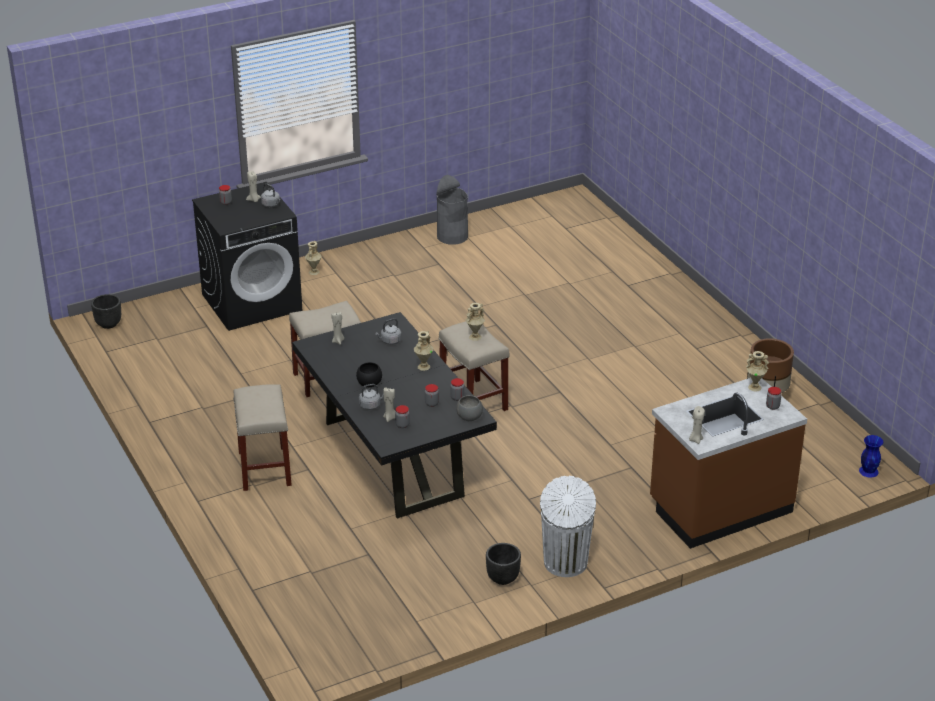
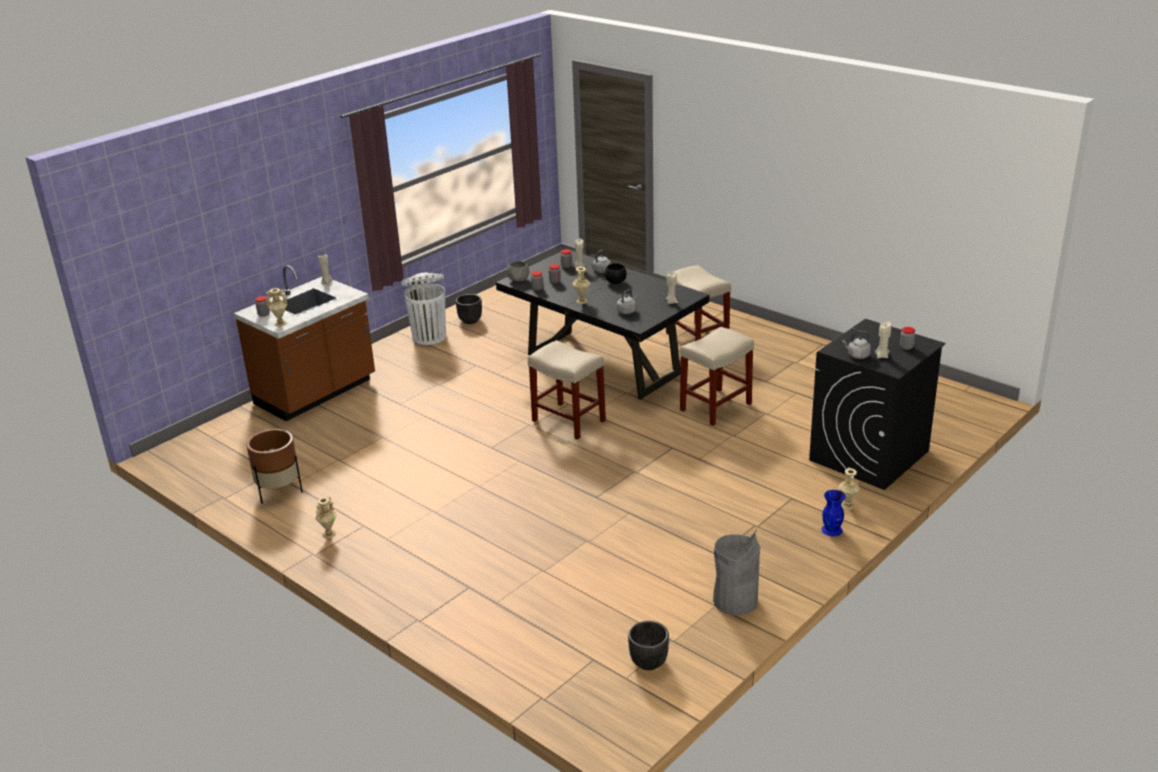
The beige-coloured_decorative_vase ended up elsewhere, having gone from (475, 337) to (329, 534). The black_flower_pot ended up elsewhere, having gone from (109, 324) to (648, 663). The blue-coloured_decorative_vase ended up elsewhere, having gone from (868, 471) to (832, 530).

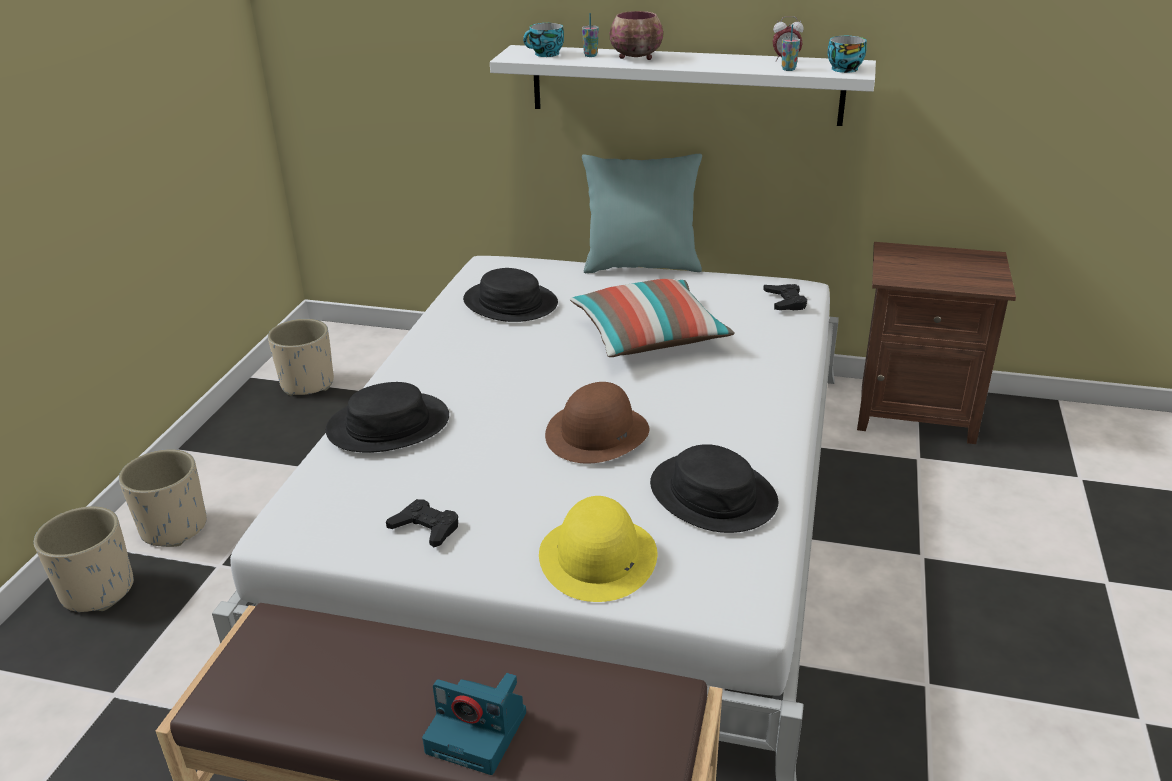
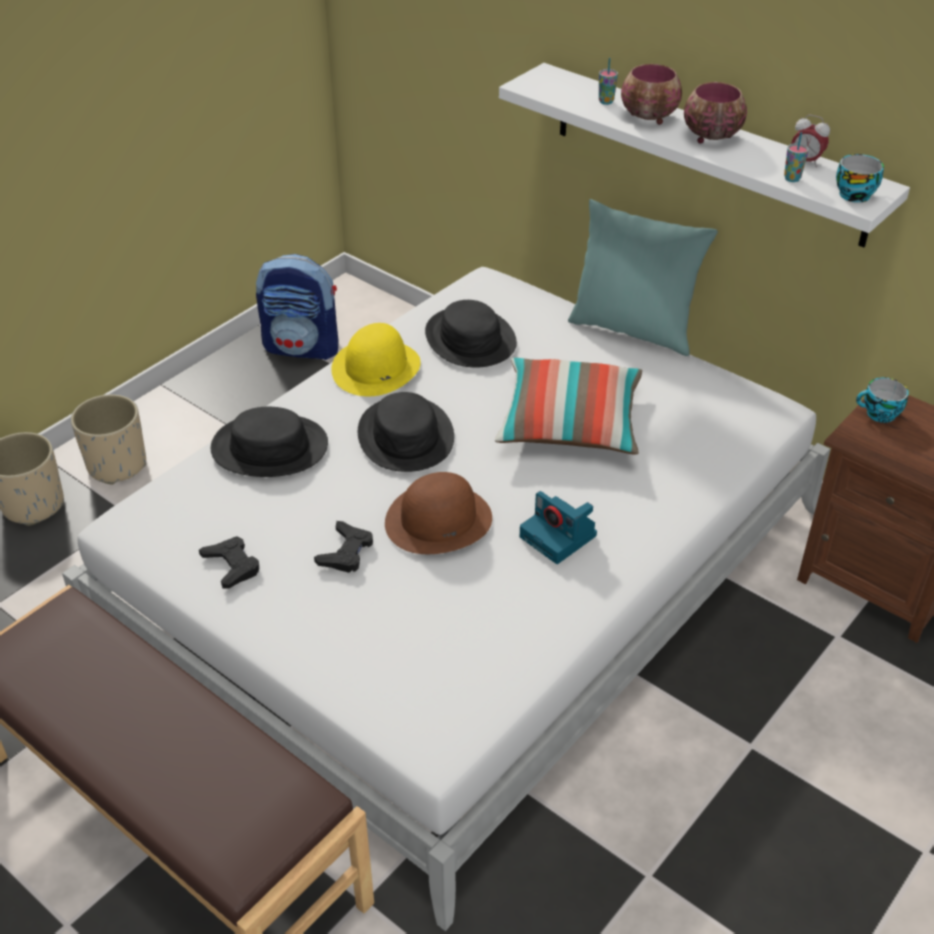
Where the beige-coloured_flower_pot stood at (308, 383), the rucksack came to stand at (303, 347). The black_joypad ended up elsewhere, having gone from (785, 301) to (346, 552). The yellow_wearable_hat ended up elsewhere, having gone from (598, 557) to (376, 368). The black_wearable_hat ended up elsewhere, having gone from (713, 494) to (406, 436). The still_camera ended up elsewhere, having gone from (479, 732) to (559, 537). The second view gained the bowl at (710, 136). The cup ended up elsewhere, having gone from (545, 54) to (879, 414).

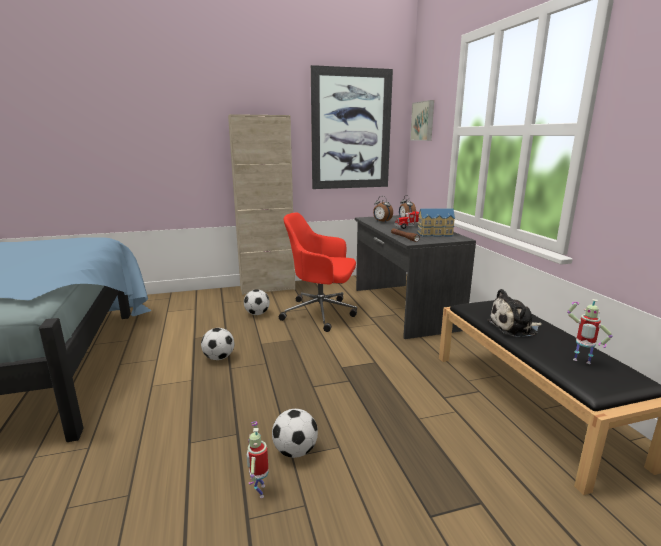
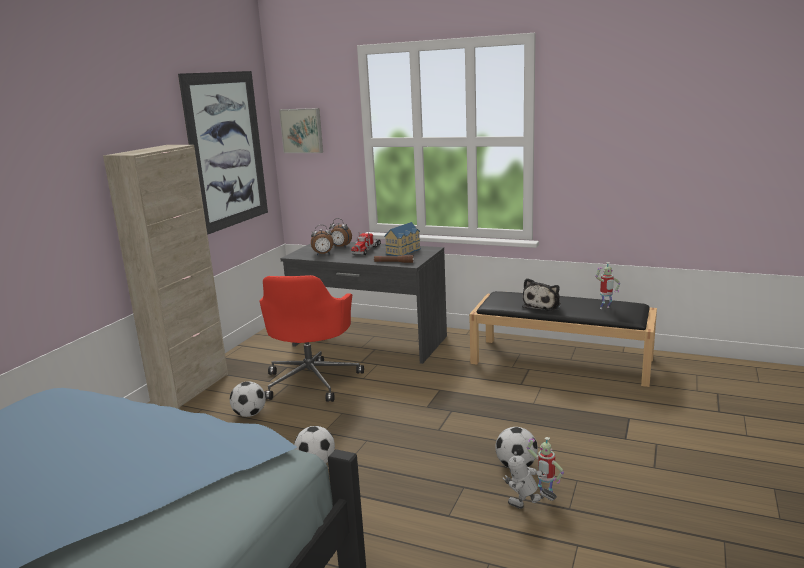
The red-coloured_desk_chair at (321, 313) ended up facing another way, 45 degrees counterclockwise from before. The second view gained the model_robot at (527, 510).

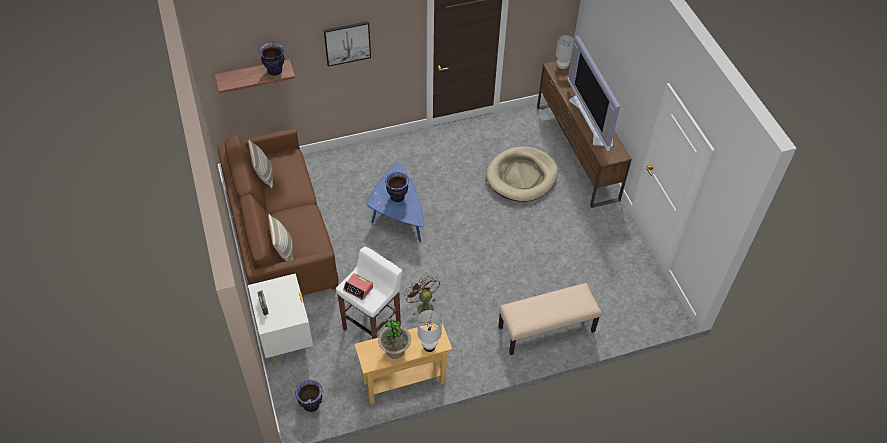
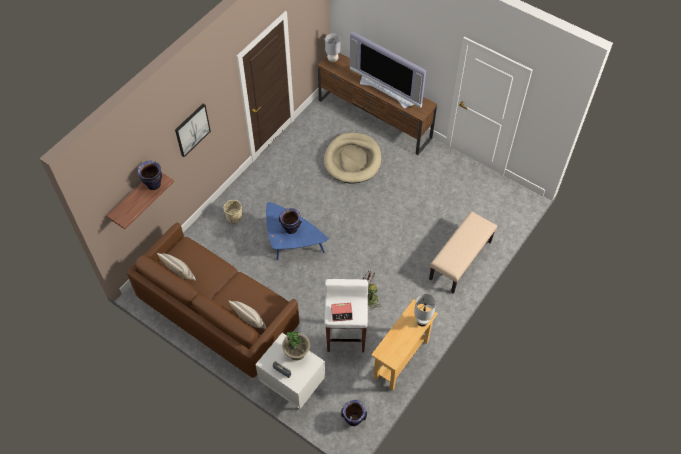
The second view gained the beige-coloured_flower_pot at (234, 217). The houseplant ended up elsewhere, having gone from (395, 350) to (296, 353).

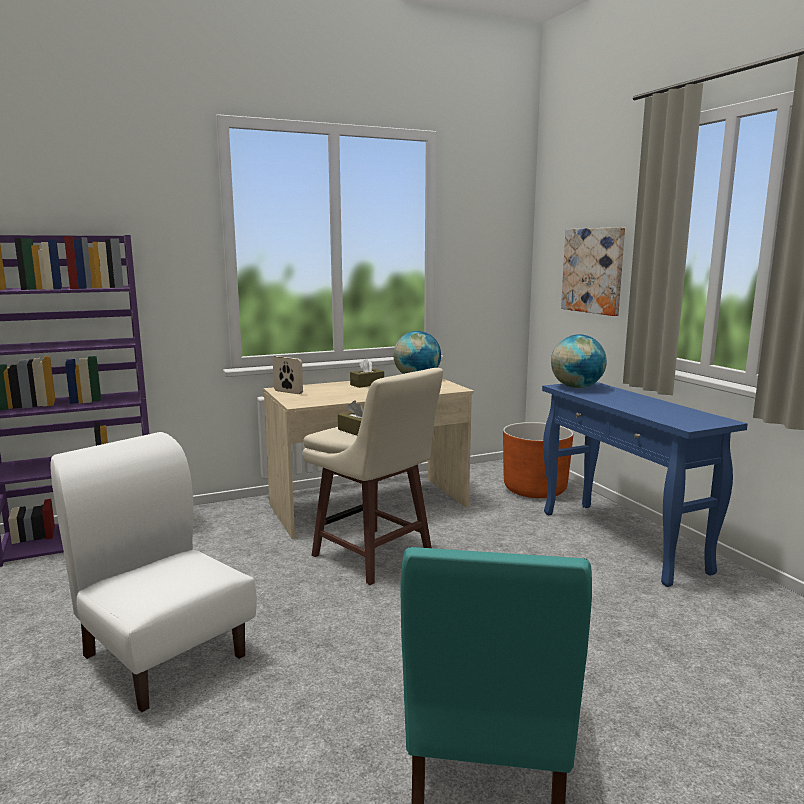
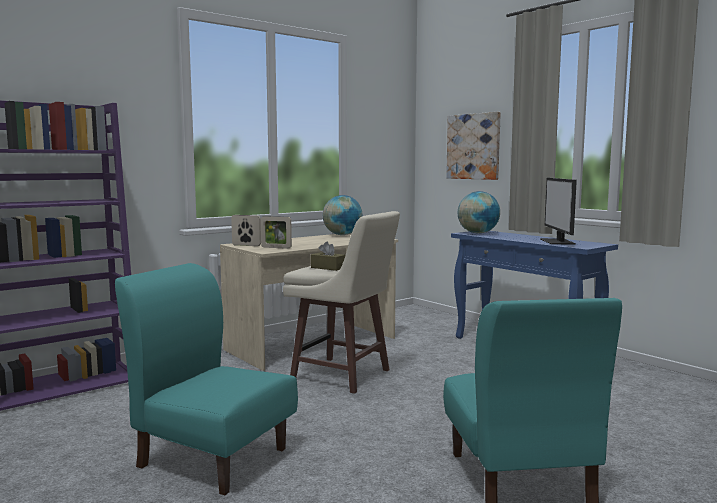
What was the white_upright_chair at (164, 654) turned into the turquoise-coloured_upright_chair at (212, 456). The second view gained the standing_frame at (276, 247). The second view gained the monitor at (558, 241). The second view lost the brown-coloured_tissue_holder at (367, 384). The second view lost the orangey_flower_pot at (535, 489).

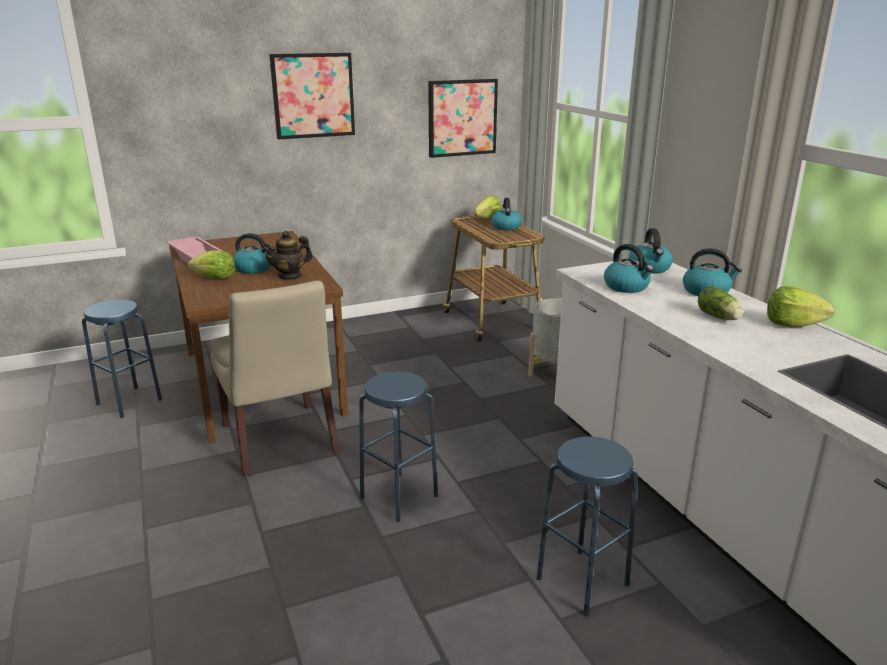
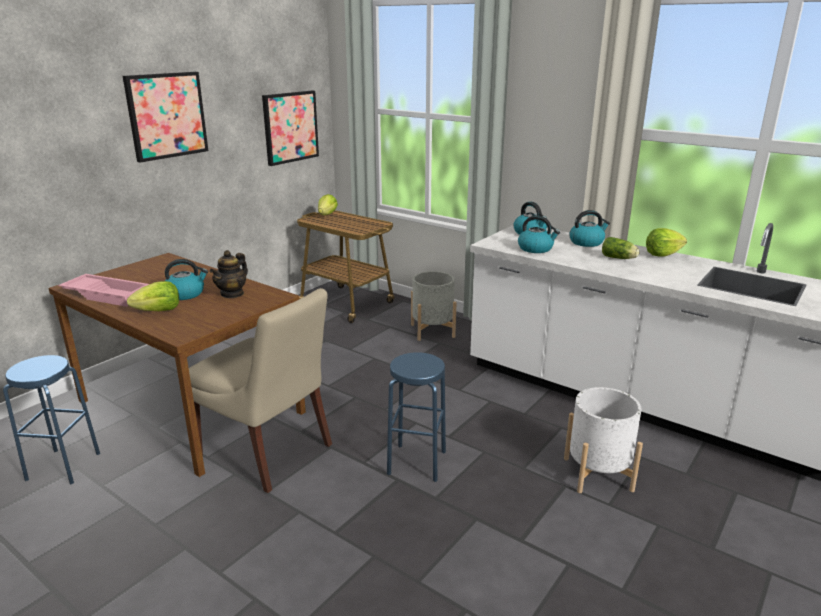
Where the blue-coloured_stool_seat stood at (582, 581), the white_flower_pot came to stand at (597, 474). The second view lost the water_kettle at (505, 227).

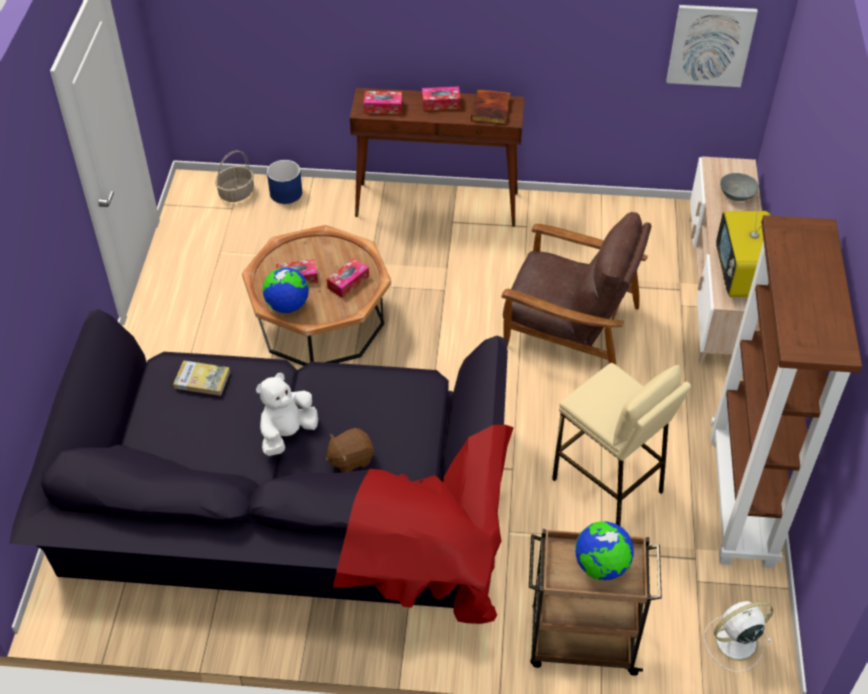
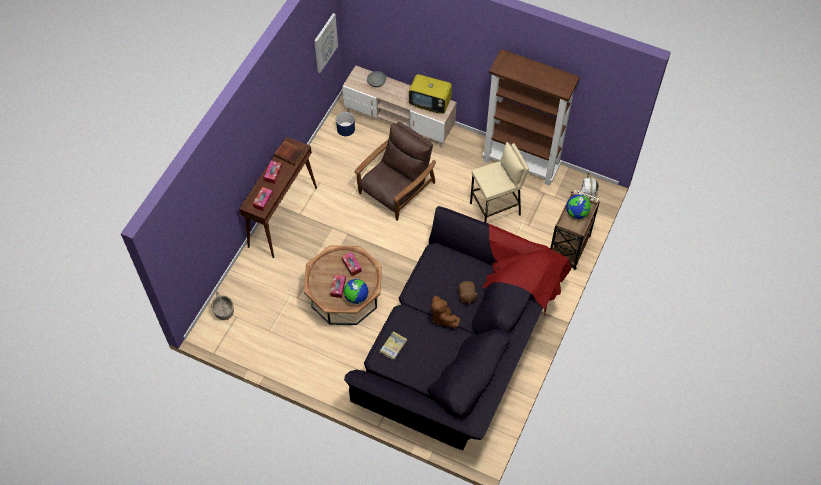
The blue-coloured_flower_pot ended up elsewhere, having gone from (286, 193) to (345, 129). What was the white_cuddly_toy at (287, 434) turned into the brown-coloured_cuddly_toy at (443, 317).

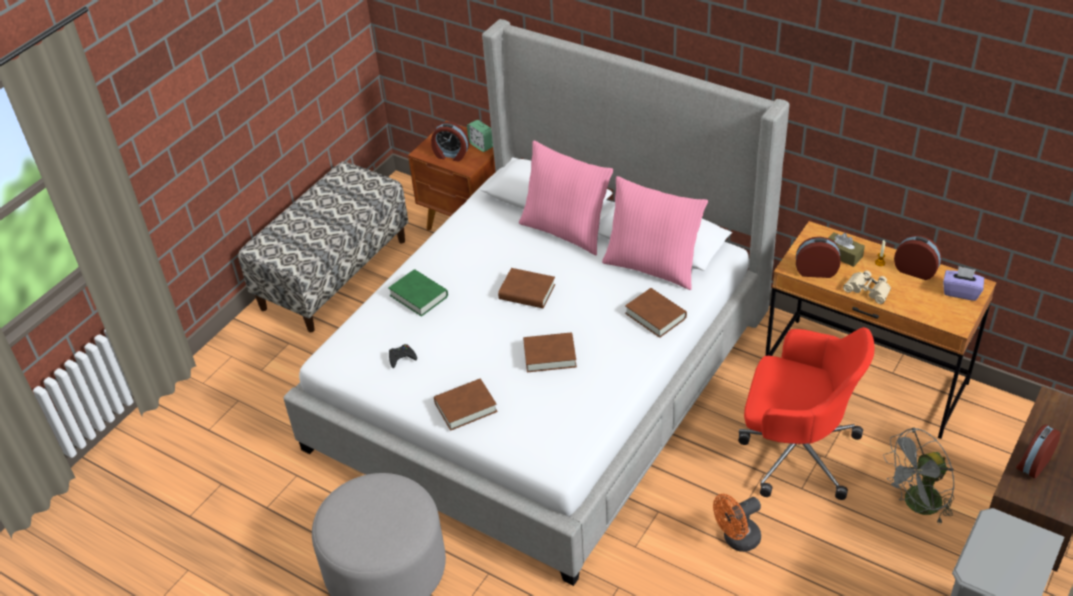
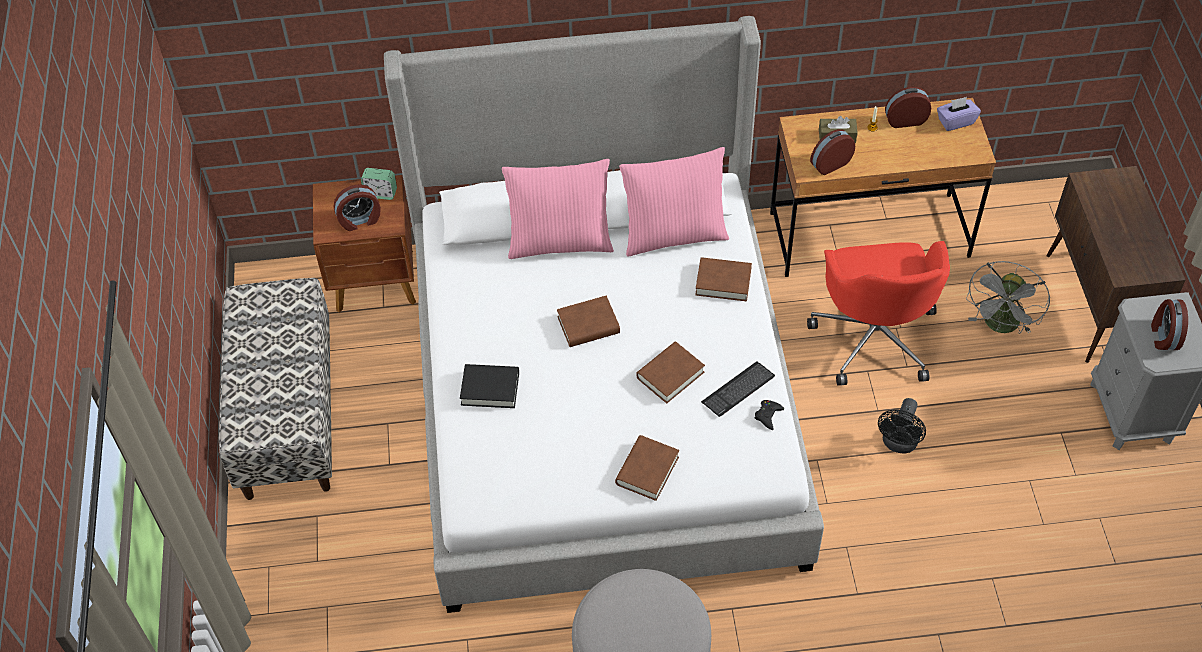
What was the greenish_bound_book at (419, 296) turned into the black_bound_book at (490, 389). The second view gained the PC_keyboard at (738, 390). The black_joypad ended up elsewhere, having gone from (401, 358) to (768, 415). The red-coloured_desk_chair at (795, 451) ended up facing another way, 105 degrees clockwise from before. What was the orangey_fan at (736, 540) turned into the black_fan at (898, 444). The bedside_clock ended up elsewhere, having gone from (1033, 463) to (1163, 336). The second view lost the beige-coloured_field_glasses at (867, 290).

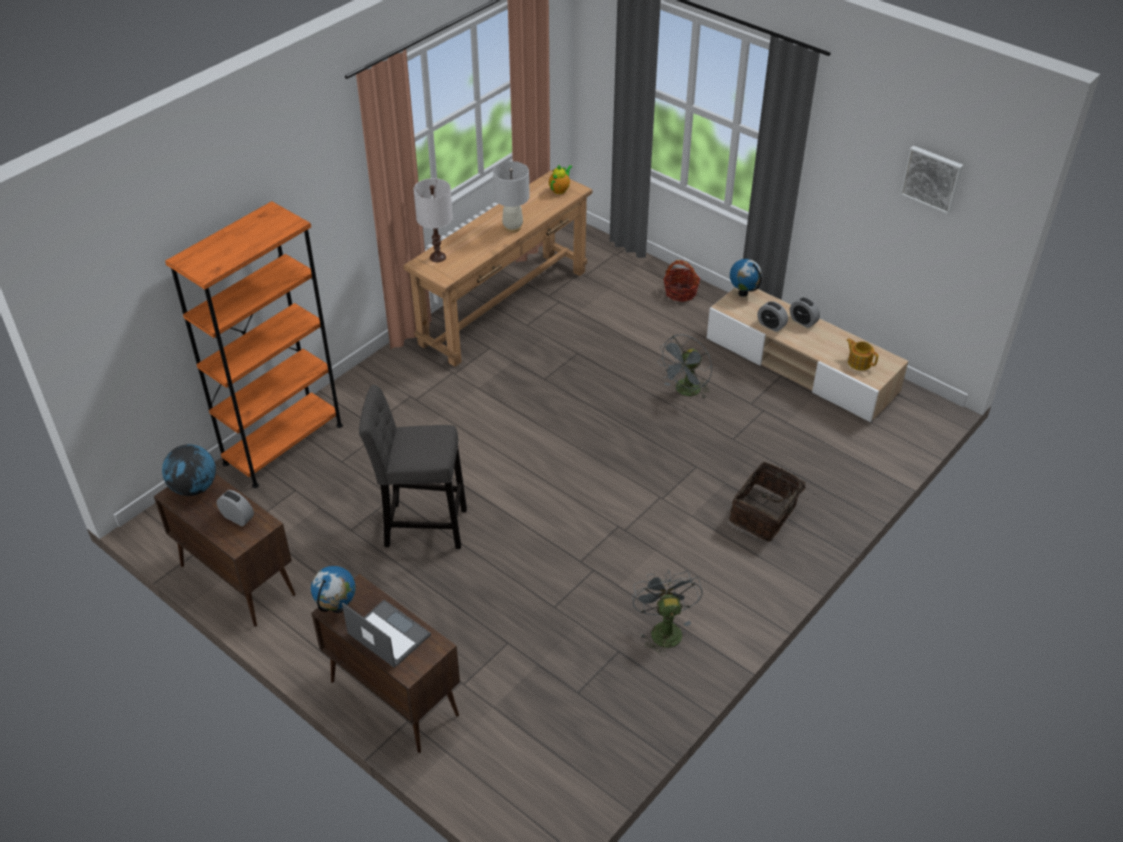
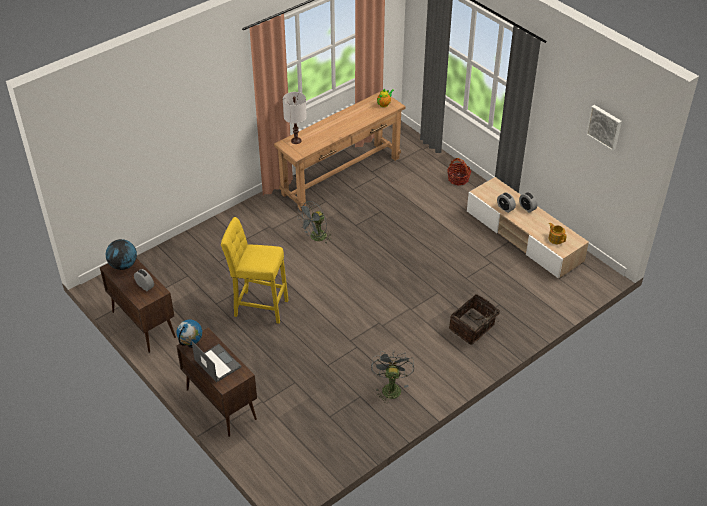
What was the greyish_stool_seat at (420, 526) turned into the yellow_stool_seat at (258, 307). The greyish_fan ended up elsewhere, having gone from (685, 391) to (315, 238). The second view lost the orangey_shelving_unit at (283, 444). The second view lost the white_tabletop_lamp at (512, 227). The second view lost the globe at (743, 293).

